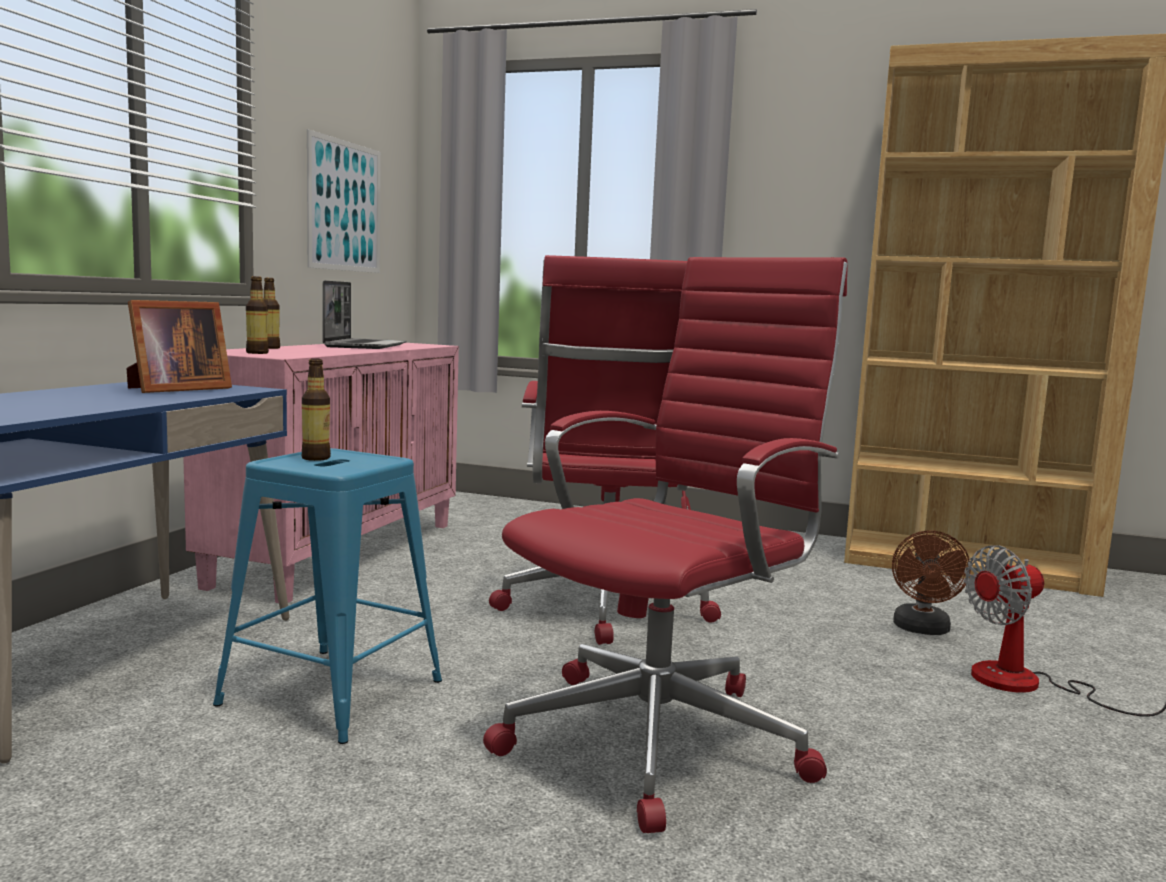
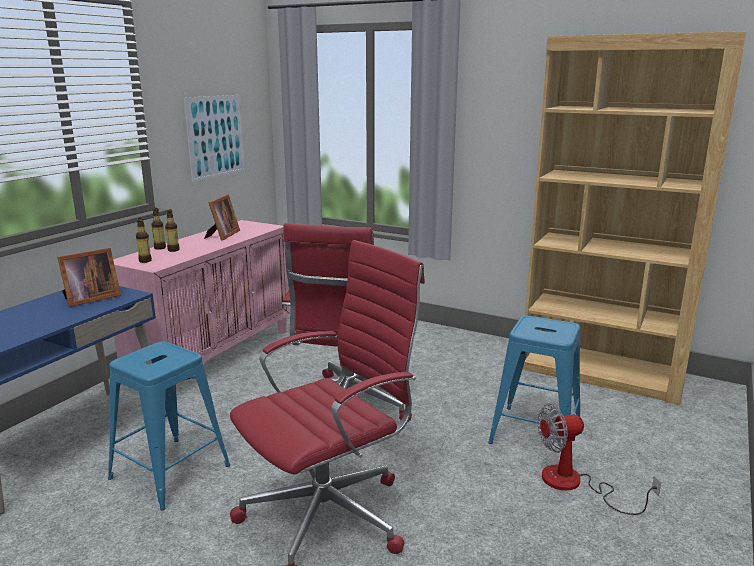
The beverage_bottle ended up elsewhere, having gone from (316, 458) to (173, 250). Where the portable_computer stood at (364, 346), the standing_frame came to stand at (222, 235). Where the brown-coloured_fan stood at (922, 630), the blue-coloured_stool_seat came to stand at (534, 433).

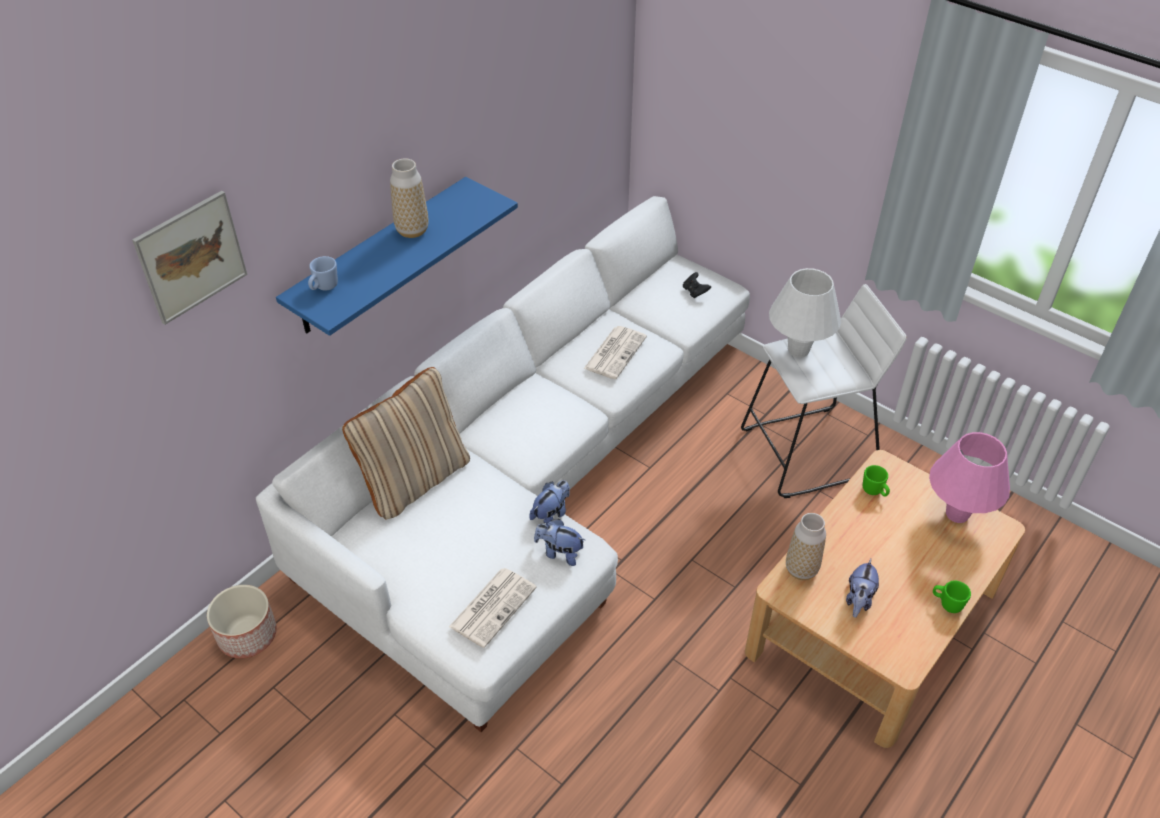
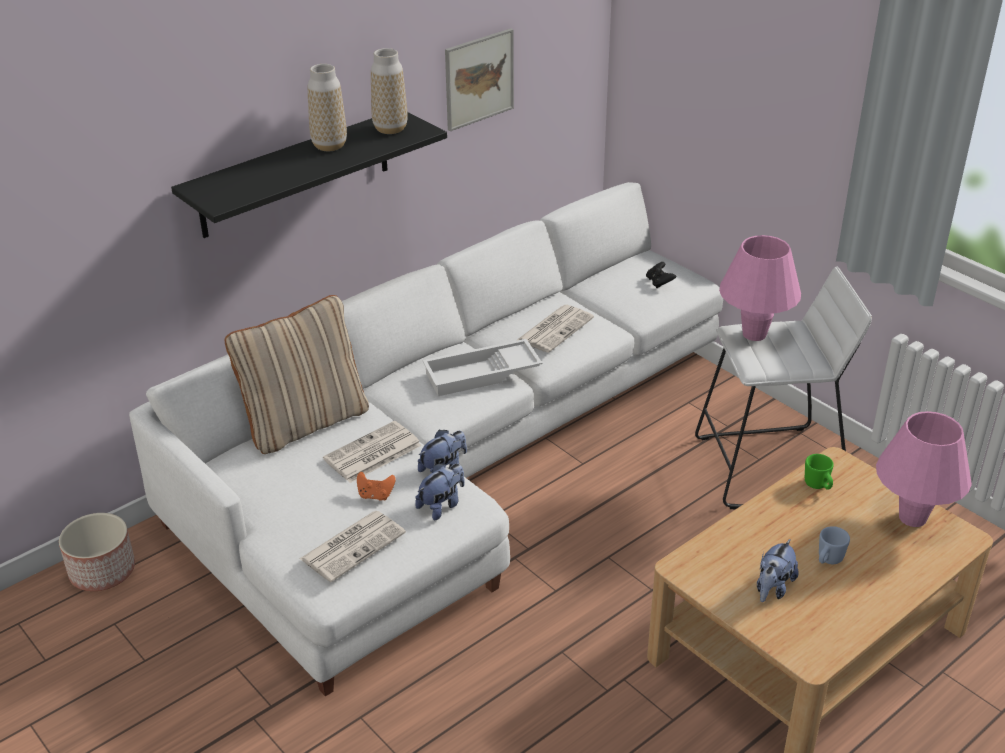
What was the blue-coloured_shelf at (380, 256) turned into the black_shelf at (295, 173). The second view gained the daily_paper at (372, 453). The second view gained the orangey_joypad at (375, 495). The decorative_vase ended up elsewhere, having gone from (801, 570) to (390, 129). The cuddly_toy at (559, 553) ended up facing another way, 105 degrees clockwise from before. The second view gained the white_tray at (482, 375). The picture ended up elsewhere, having gone from (191, 257) to (479, 79). What was the white_tabletop_lamp at (798, 350) turned into the pinkish_tabletop_lamp at (754, 334). The blue-coloured_coffee_mug ended up elsewhere, having gone from (324, 287) to (828, 560). The second view lost the greenish_coffee_mug at (947, 604).

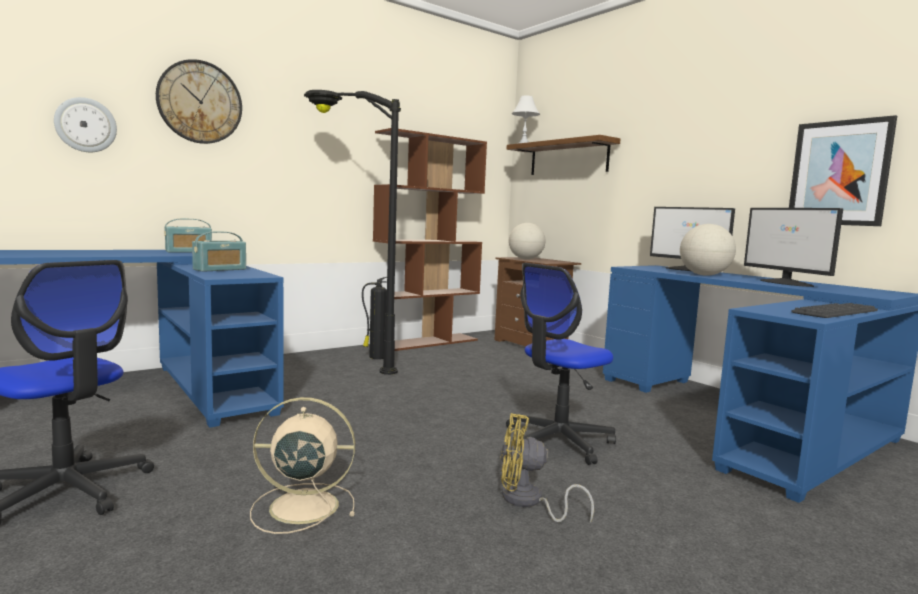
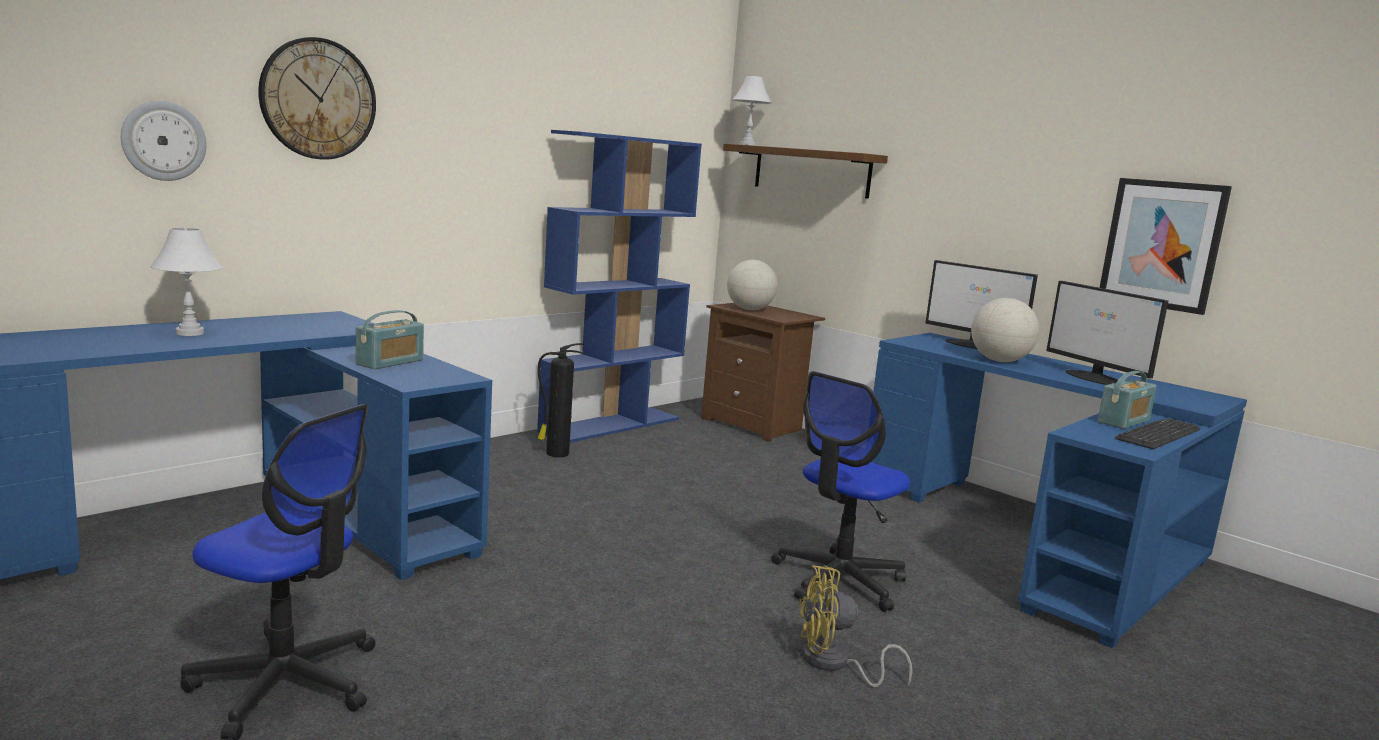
The second view gained the white_tabletop_lamp at (190, 333). What was the brown-coloured_shelving_unit at (426, 342) turned into the blue-coloured_shelving_unit at (611, 425). The radio_set ended up elsewhere, having gone from (189, 252) to (1123, 421). The second view lost the beige-coloured_fan at (301, 506). The second view lost the black_standing_lamp at (339, 364).

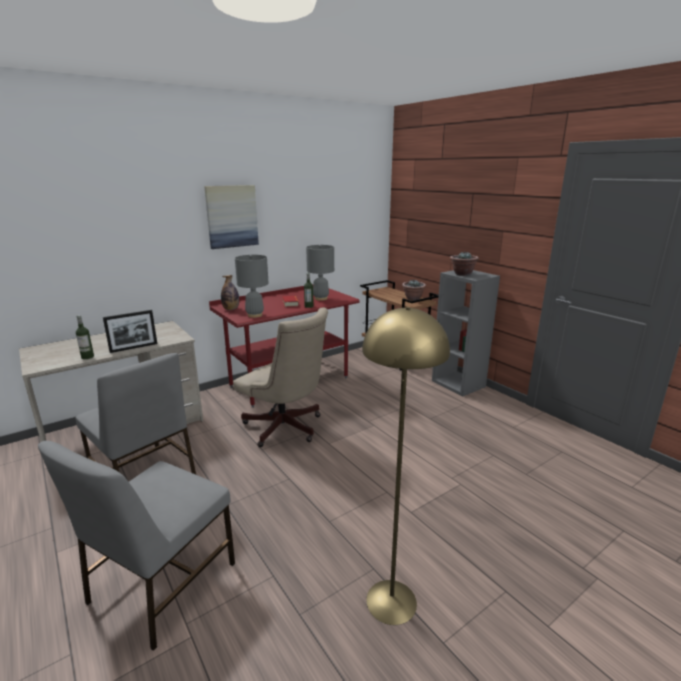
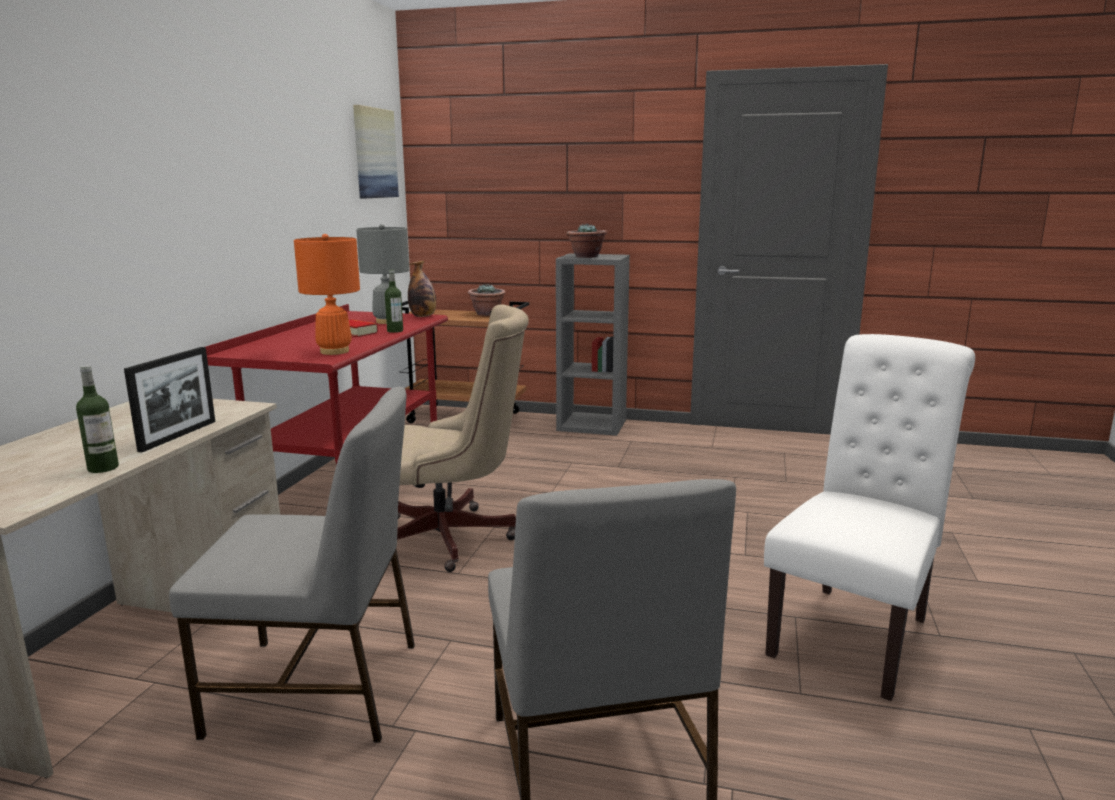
What was the greyish_tabletop_lamp at (255, 315) turned into the orangey_tabletop_lamp at (335, 351). The picture ended up elsewhere, having gone from (232, 216) to (374, 153). The beverage_bottle ended up elsewhere, having gone from (231, 309) to (423, 316). Where the yellow_standing_lamp stood at (391, 601), the white_upright_chair came to stand at (855, 632).

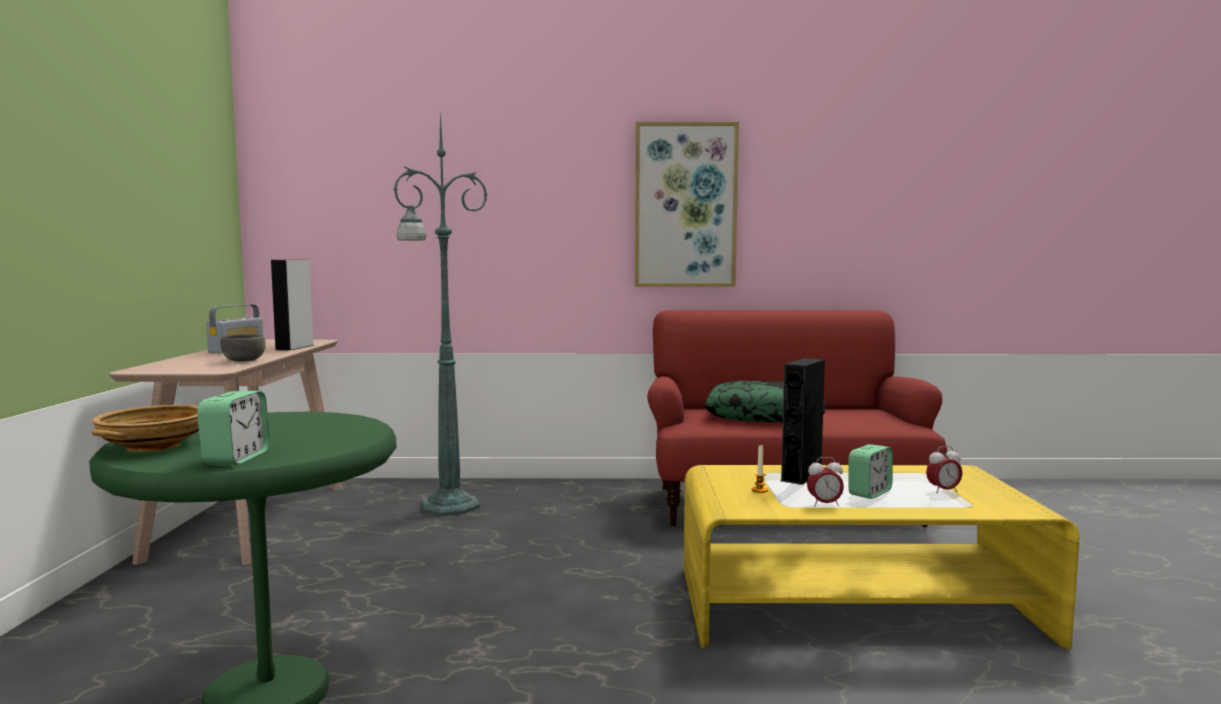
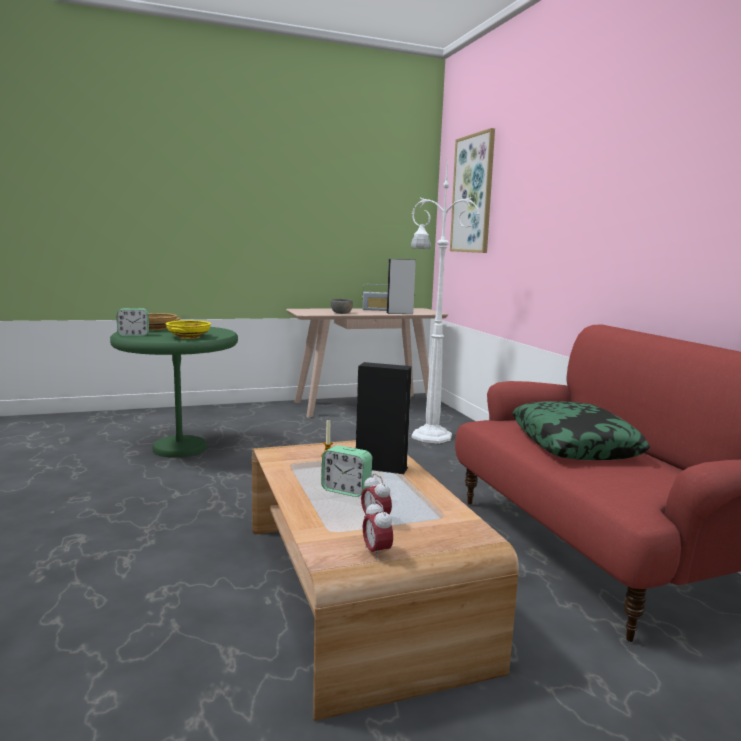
The second view gained the yellow_bowl at (189, 337). What was the yellow_low_table at (855, 604) turned into the brown-coloured_low_table at (357, 590). The bedside_clock ended up elsewhere, having gone from (824, 504) to (376, 552). What was the greenish_standing_lamp at (446, 507) turned into the white_standing_lamp at (429, 436). The picture ended up elsewhere, having gone from (685, 205) to (473, 194).

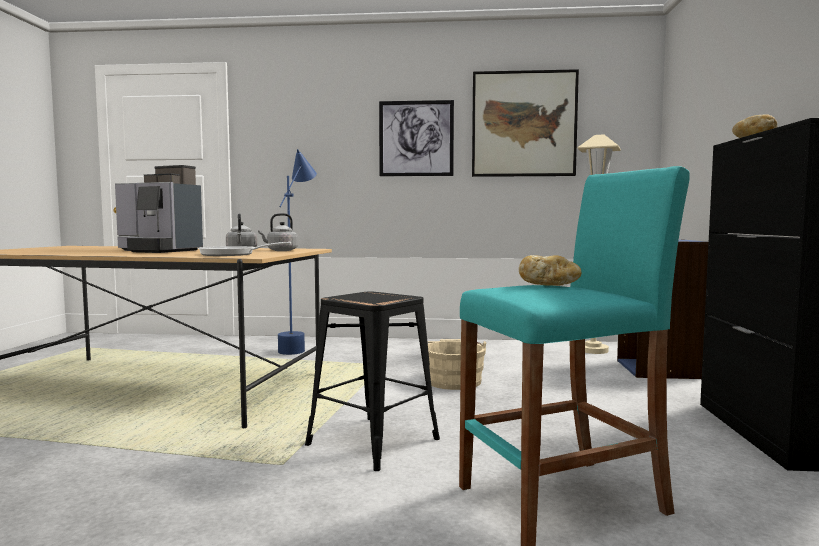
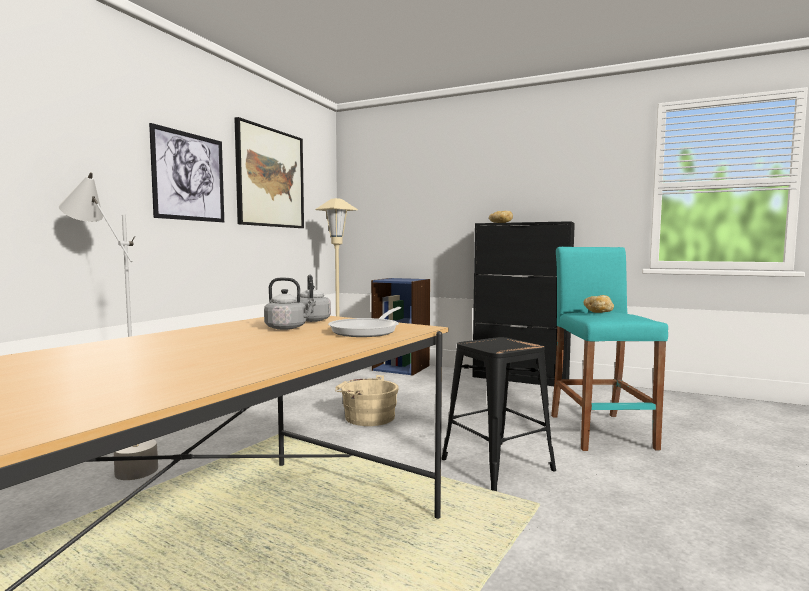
What was the blue-coloured_standing_lamp at (298, 346) turned into the greyish_standing_lamp at (116, 464). The second view lost the coffee_brewer at (159, 250).

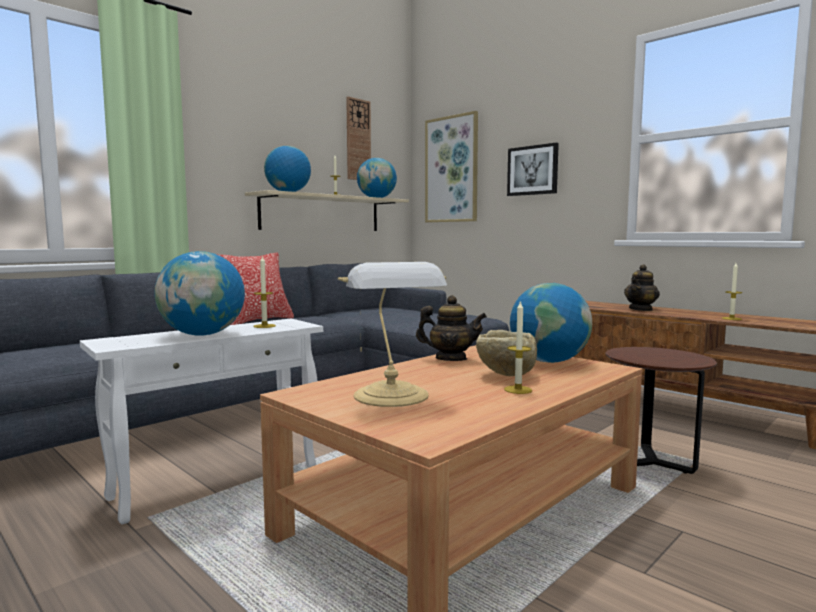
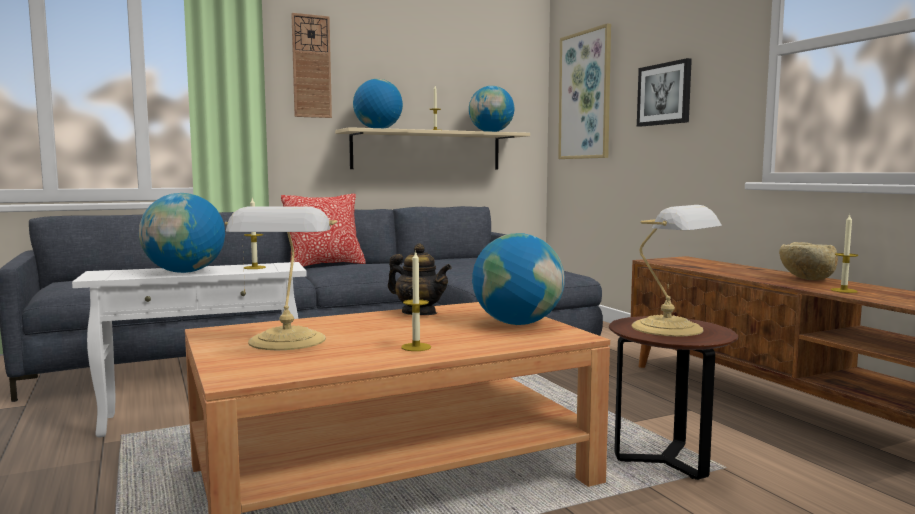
The wall_clock ended up elsewhere, having gone from (358, 140) to (311, 66). The second view gained the tabletop_lamp at (671, 328). The beige-coloured_bowl ended up elsewhere, having gone from (506, 375) to (806, 279). The second view lost the teapot at (641, 309).

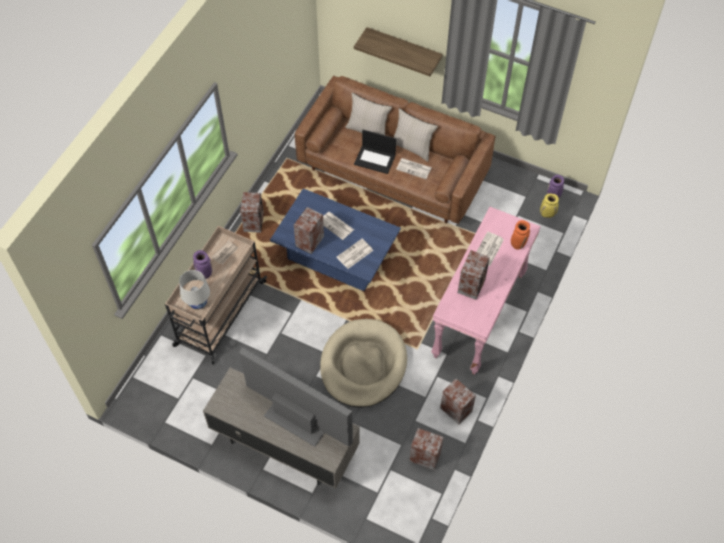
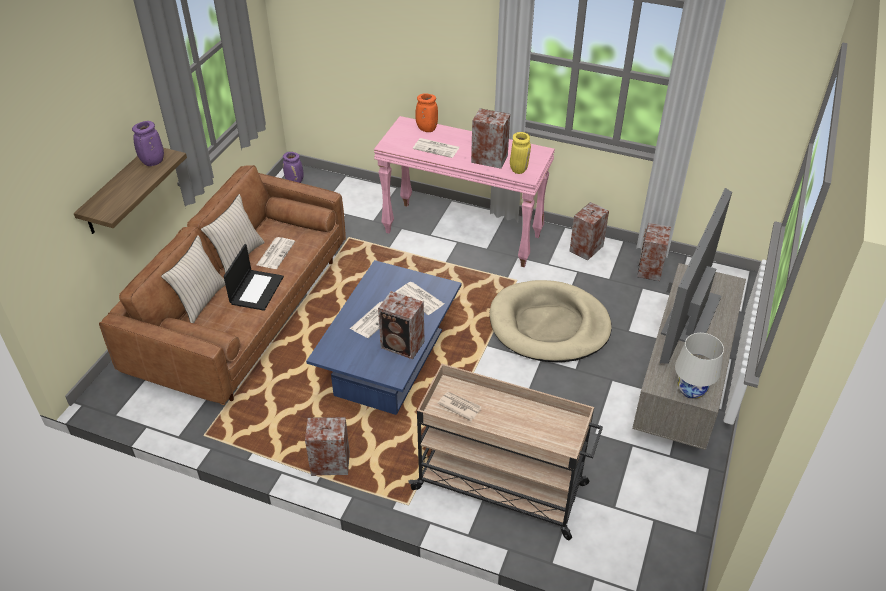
The purplish_decorative_vase ended up elsewhere, having gone from (204, 273) to (153, 163). The yellow_decorative_vase ended up elsewhere, having gone from (547, 214) to (518, 169). The white_tabletop_lamp ended up elsewhere, having gone from (198, 303) to (691, 390).

